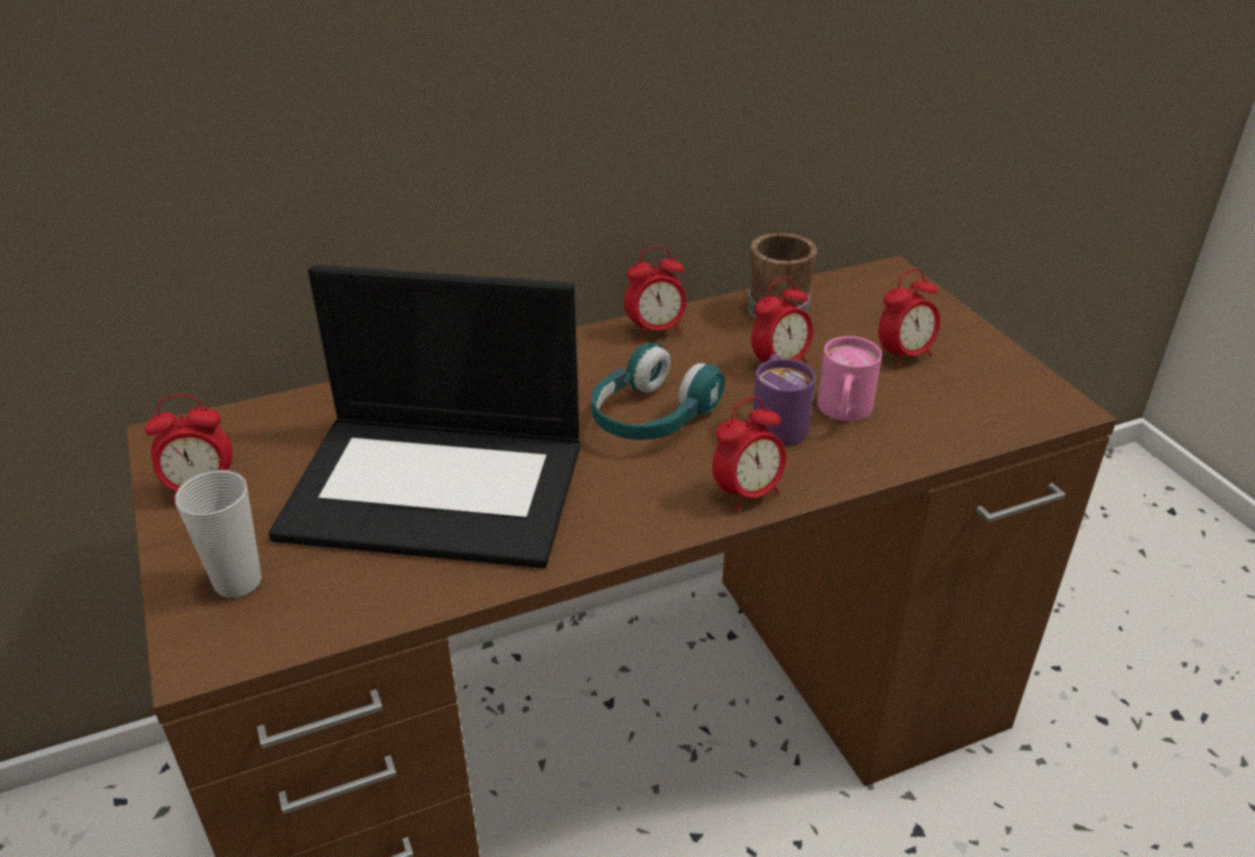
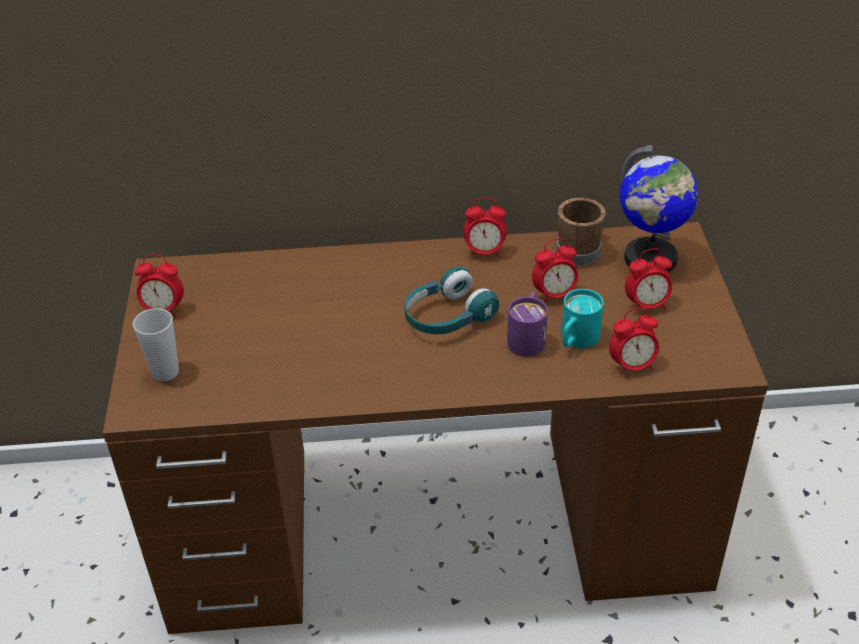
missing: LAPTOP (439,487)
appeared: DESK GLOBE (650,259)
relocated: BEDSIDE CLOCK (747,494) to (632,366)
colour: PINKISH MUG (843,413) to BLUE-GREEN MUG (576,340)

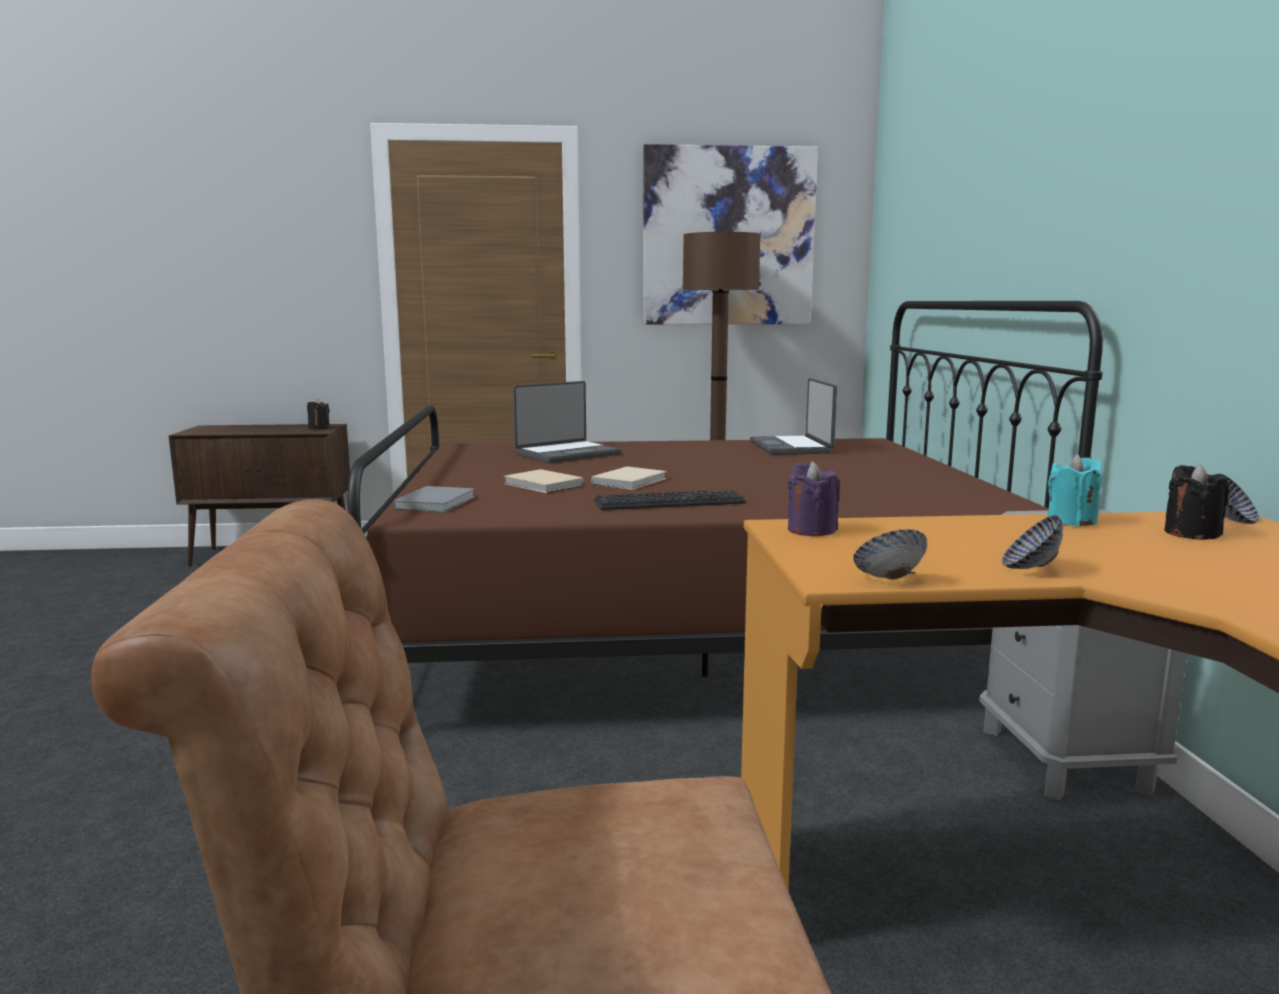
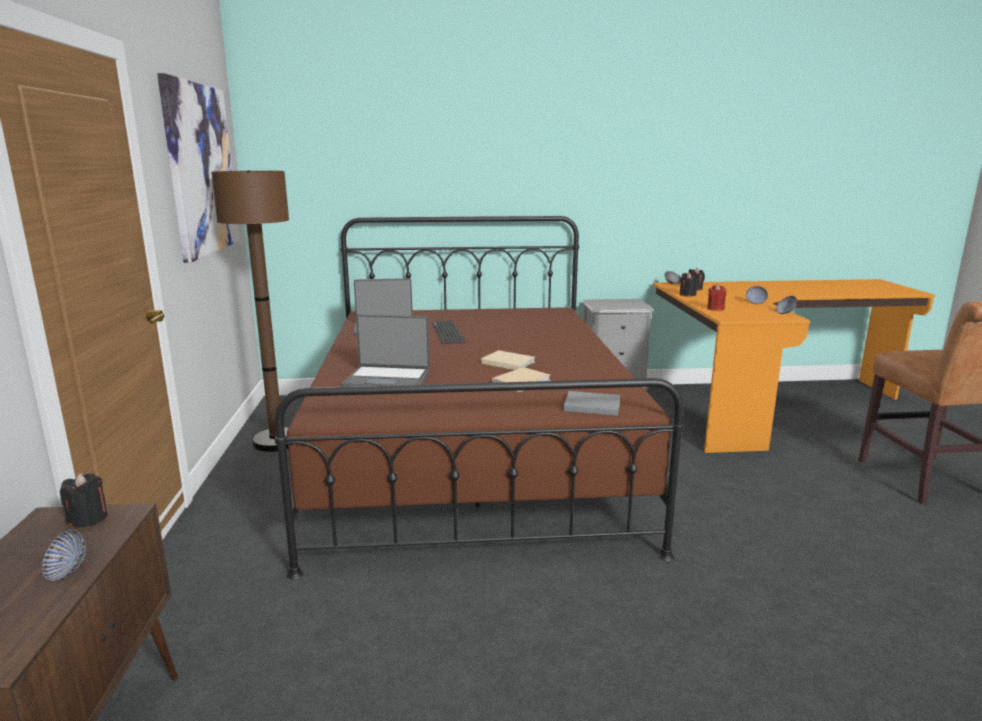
missing: PURPLE-COLOURED CANDLE (811,530)
appeared: SERVING BOWL (67,571); RED-COLOURED CANDLE (715,309)
relocated: PC KEYBOARD (669,502) to (447,333)
colour: BLUE-GREEN CANDLE (1071,521) to BLACK-COLOURED CANDLE (687,295)
spun: LAPTOP (567,454) = (388,380) 135 degrees clockwise

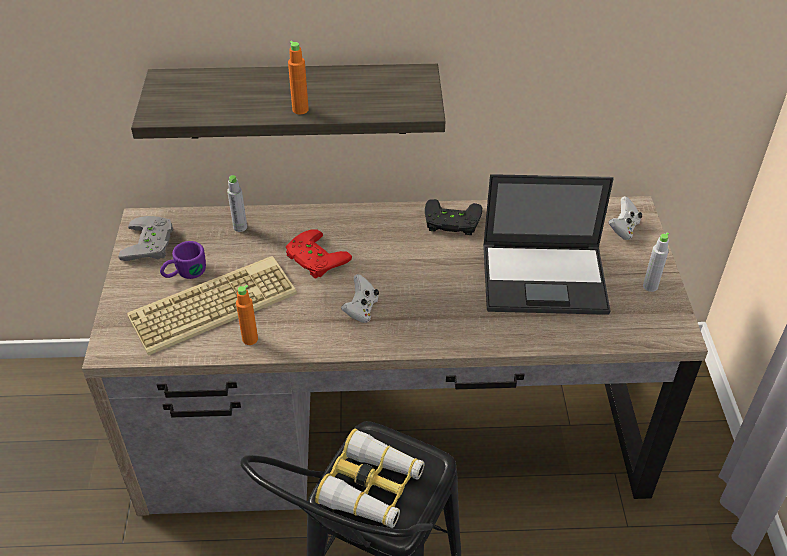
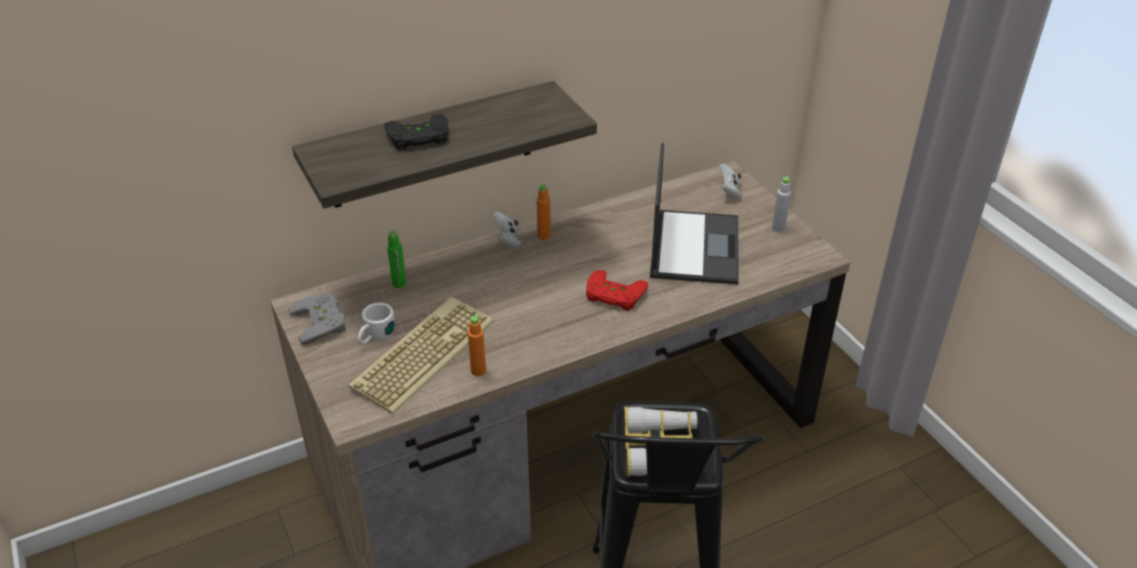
relocated: RED-COLOURED JOYPAD (313,259) to (613,296); ORANGEY BOTTLE (300,110) to (544,236); WHITE-COLOURED JOYPAD (361,310) to (508,240); BLACK-COLOURED JOYPAD (451,223) to (418,138)
colour: PURPLE-COLOURED MUG (184,273) to WHITE-COLOURED MUG (375,337); GREY BOTTLE (240,227) to GREEN-COLOURED BOTTLE (399,283)
spun: LAPTOP (545,278) = (694,246) 60 degrees counterclockwise

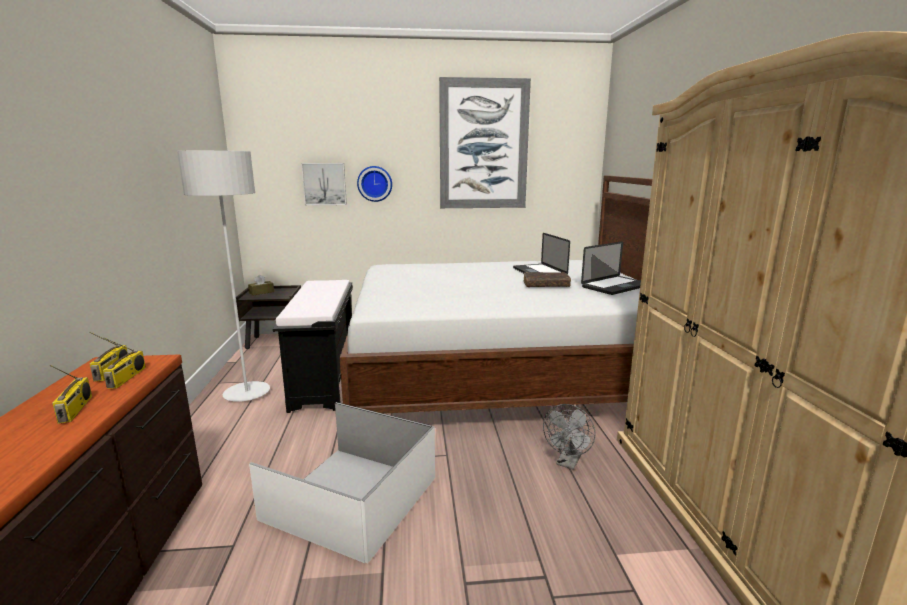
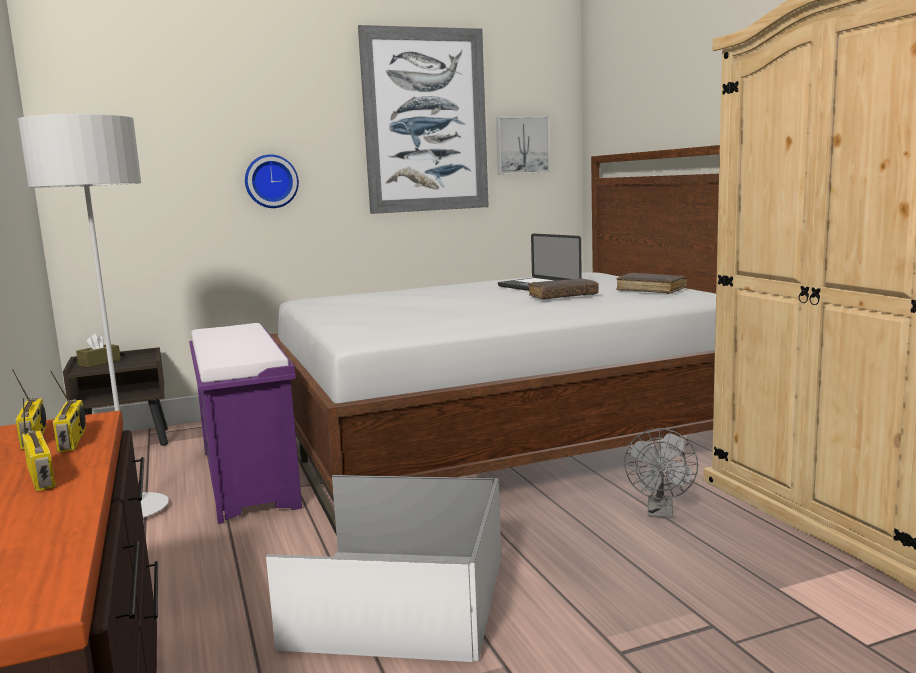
relocated: WALL PICTURE (324,184) to (521,145)
exchanged: LAPTOP (615,286) to BROWN-COLOURED BOOK (651,290)
colour: BLACK-COLOURED INDOOR BENCH (325,380) to PURPLE-COLOURED INDOOR BENCH (250,478)

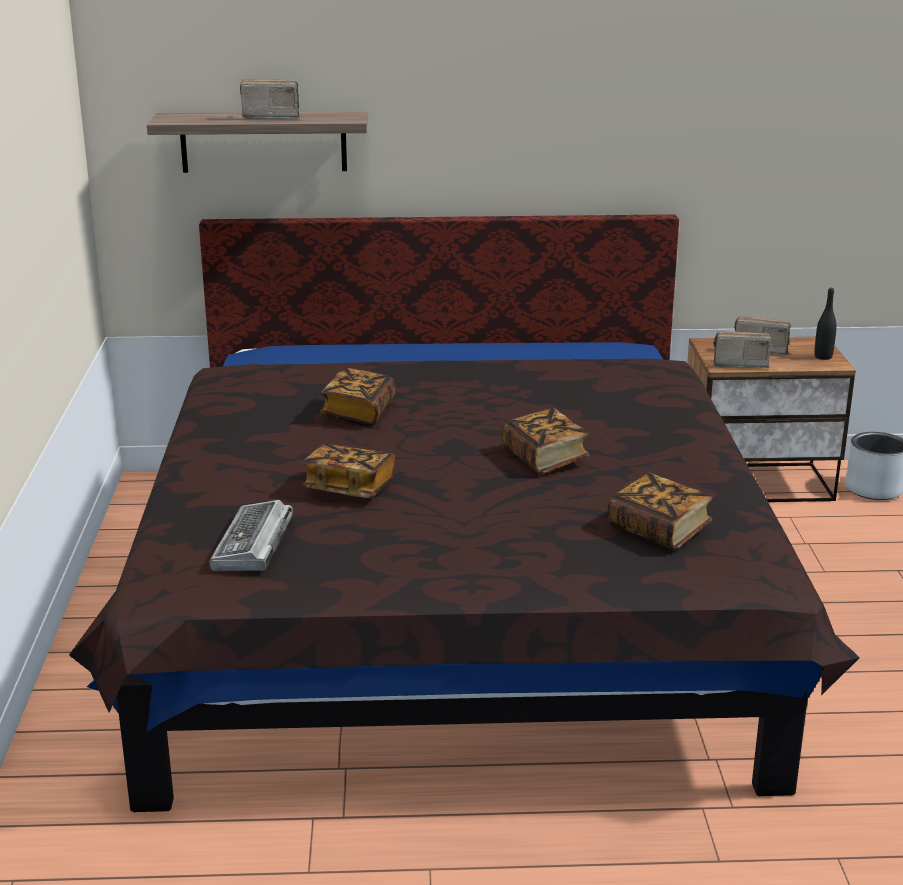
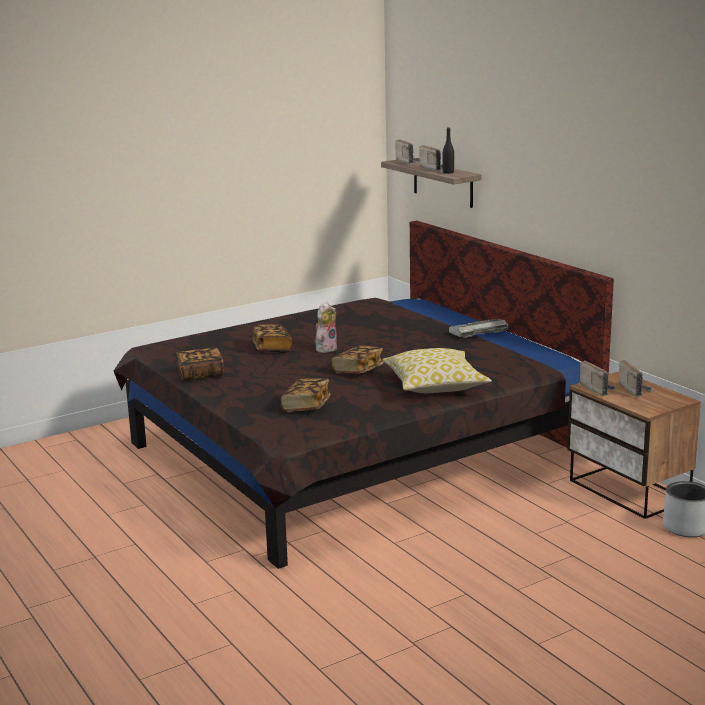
appeared: PLUSH TOY (326,348); PILLOW (435,385); RADIO RECEIVER (408,161)
relocated: PC KEYBOARD (253,546) to (477,332); BOOK (358,413) to (200,374); BLACK-COLOURED BOTTLE (823,357) to (448,172)

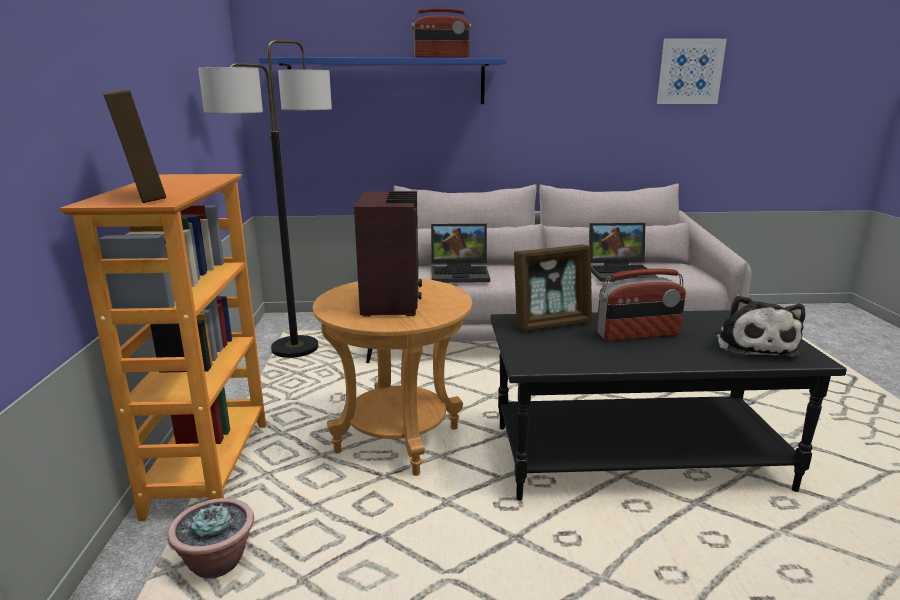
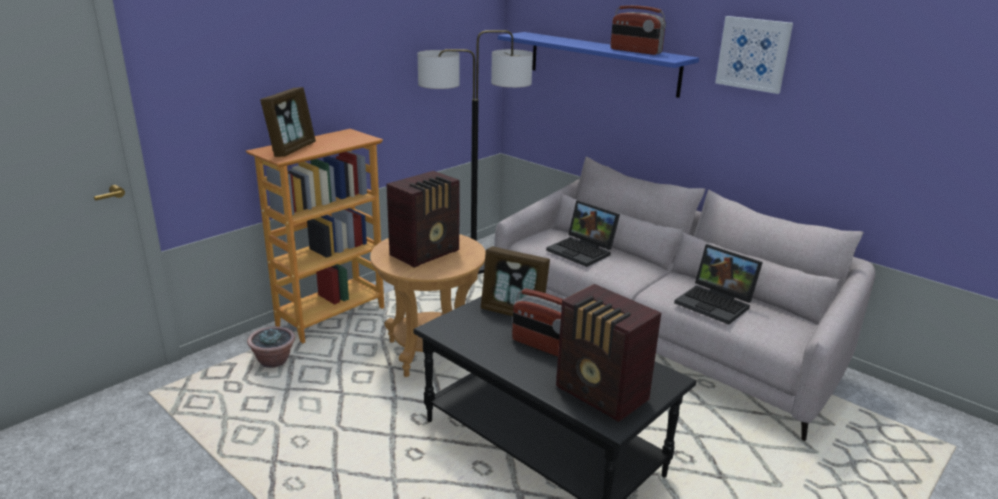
relocated: WALL PICTURE (690,71) to (753,54)
exchanged: PLUSH TOY (754,345) to RADIO RECEIVER (602,395)

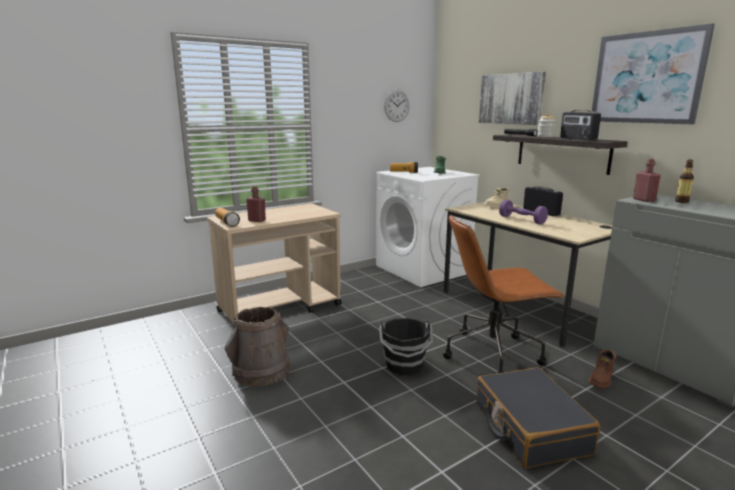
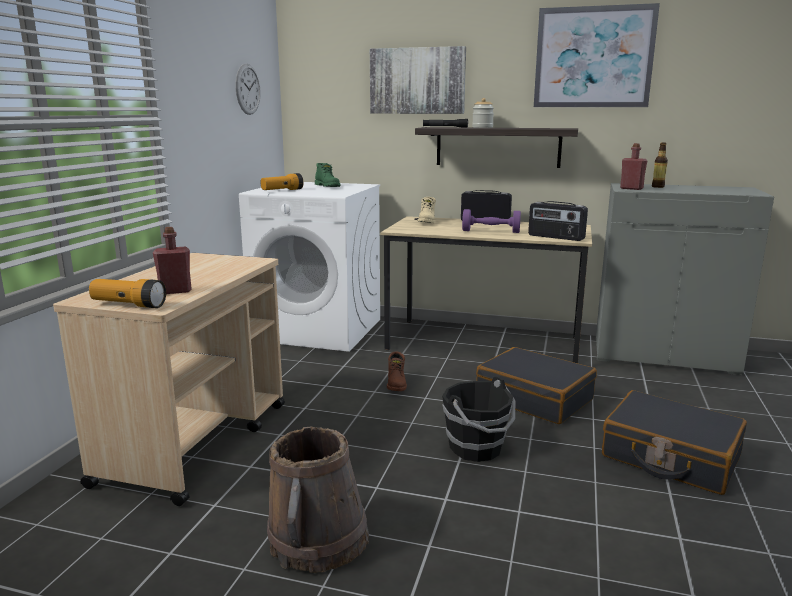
relocated: RADIO RECEIVER (577,139) to (555,237); BROWN-COLOURED TALL BOOT (601,379) to (397,384)
exchanged: BROWN-COLOURED OFFICE CHAIR (493,353) to BLACK-COLOURED PIECE OF LUGGAGE (534,398)

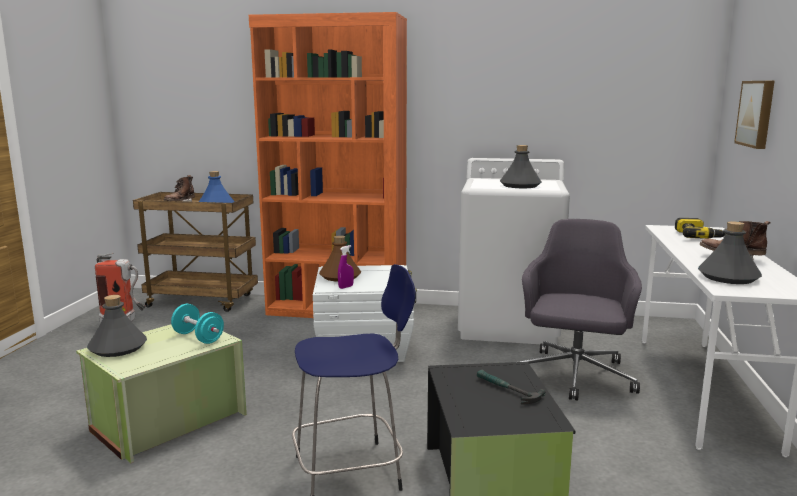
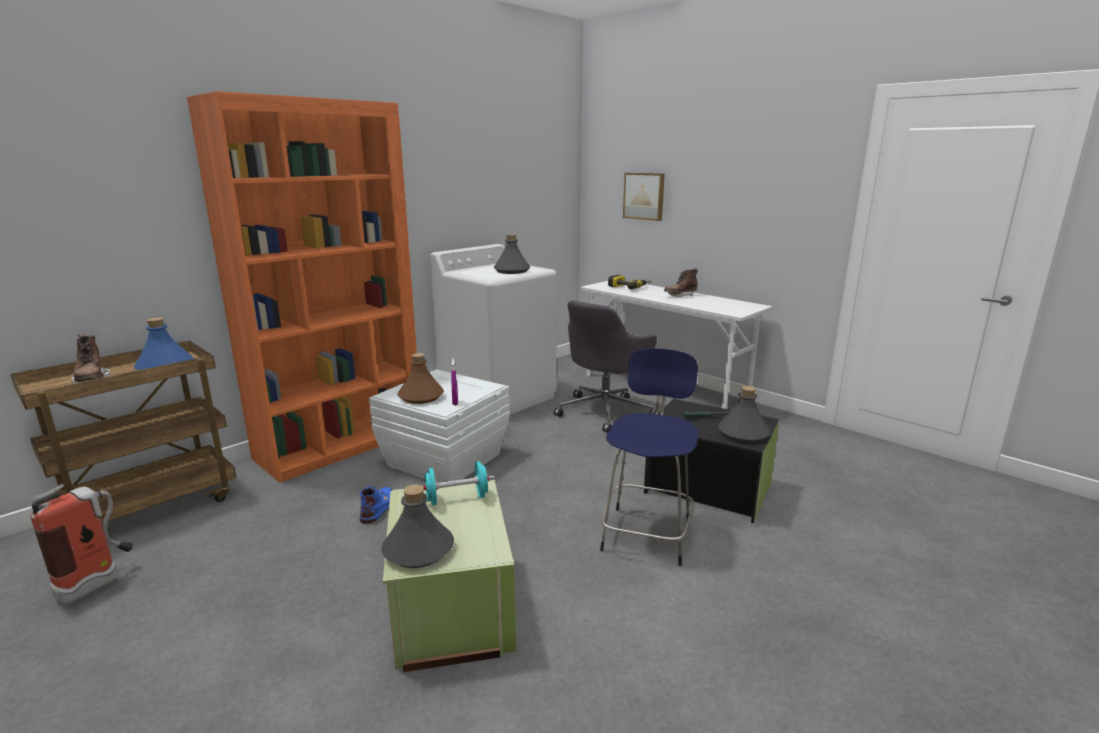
appeared: BLUE TALL BOOT (378,507)
relocated: GREY BOTTLE (728,277) to (743,434)
spun: GREY OFFICE CHAIR (574,377) = (605,411) 105 degrees counterclockwise

